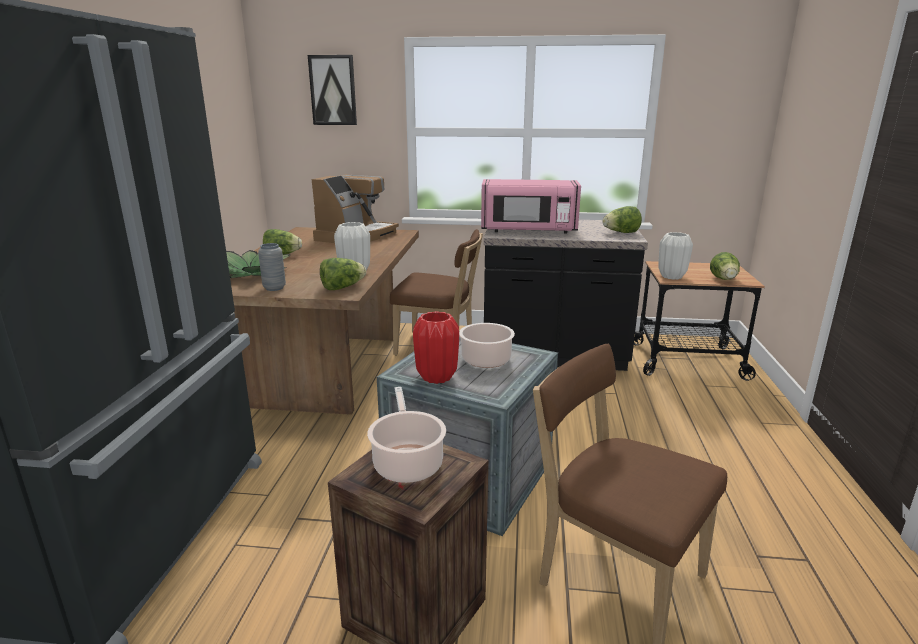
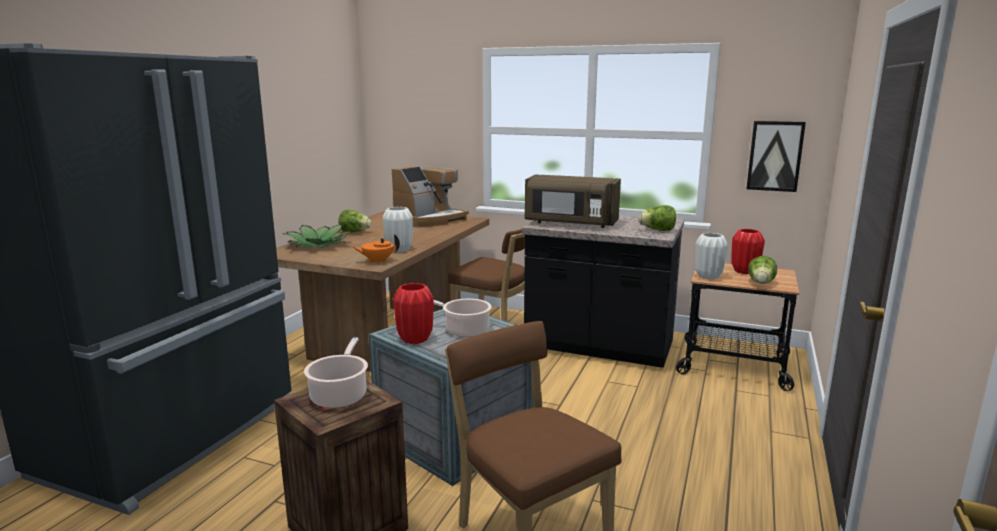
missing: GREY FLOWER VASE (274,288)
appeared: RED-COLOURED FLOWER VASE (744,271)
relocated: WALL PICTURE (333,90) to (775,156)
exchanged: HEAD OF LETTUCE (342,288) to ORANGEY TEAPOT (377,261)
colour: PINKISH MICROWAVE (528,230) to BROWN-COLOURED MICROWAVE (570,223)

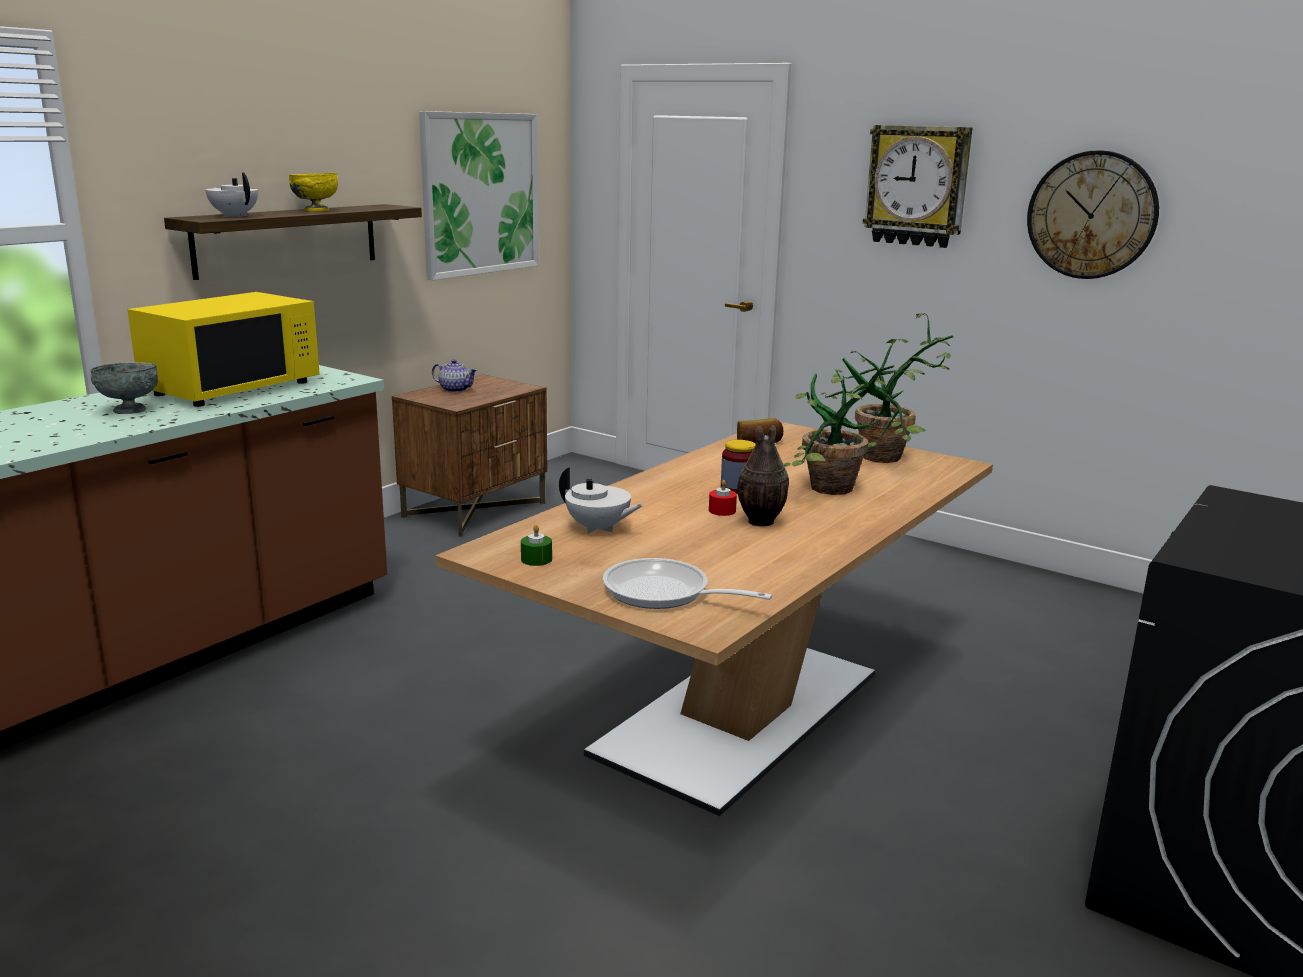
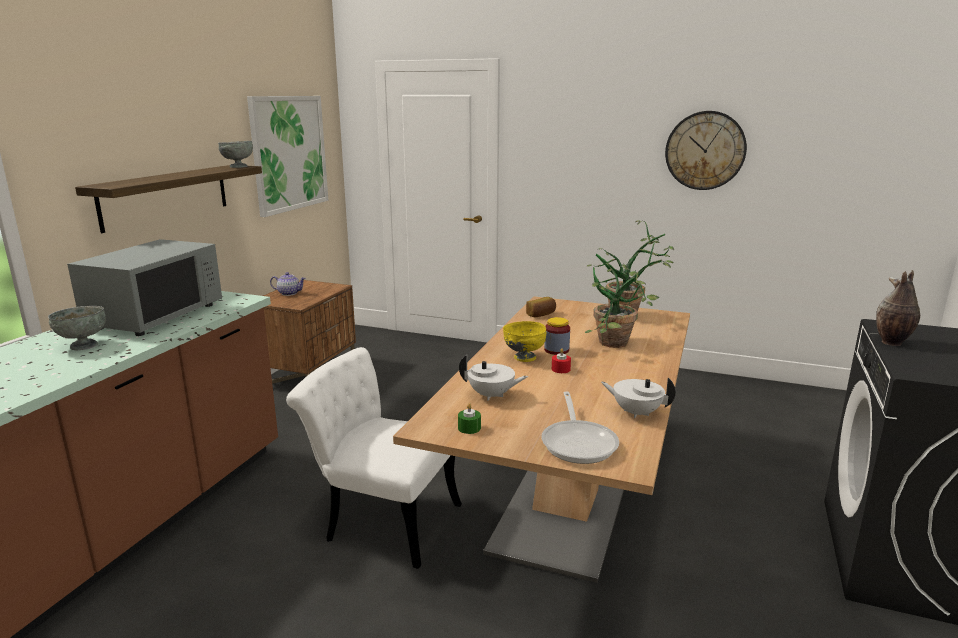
missing: HANGING CLOCK (917,186)
appeared: GREY SERVING BOWL (237,167); WHITE-COLOURED CHAIR (381,520)
relocated: WHITE-COLOURED TEAPOT (234,216) to (636,412); YELLOW SERVING BOWL (315,210) to (524,358); FLOWER VASE (759,522) to (891,343)
colour: YELLOW MICROWAVE (232,388) to GREY MICROWAVE (156,316)
spun: PAN (664,593) = (578,442) 105 degrees counterclockwise

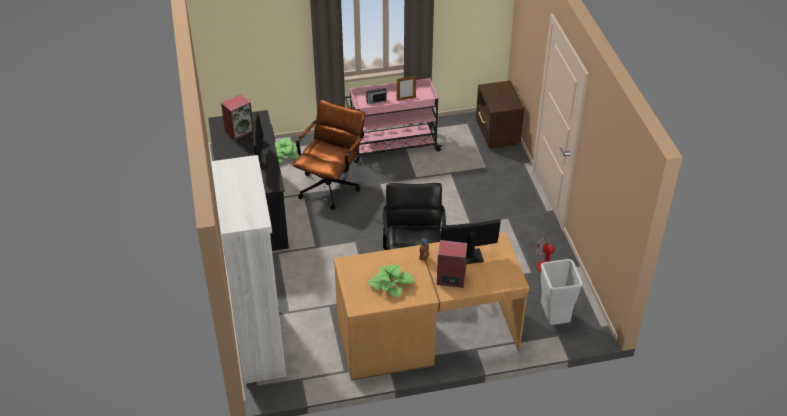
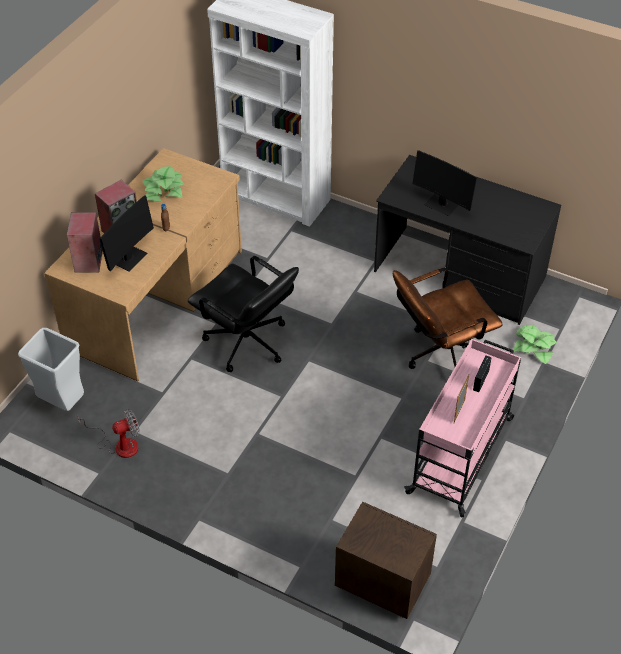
relocated: SPEAKER (239,131) to (89,261)
spun: BROWN-COLOURED OFFICE CHAIR (331,185) = (440,356) 90 degrees clockwise

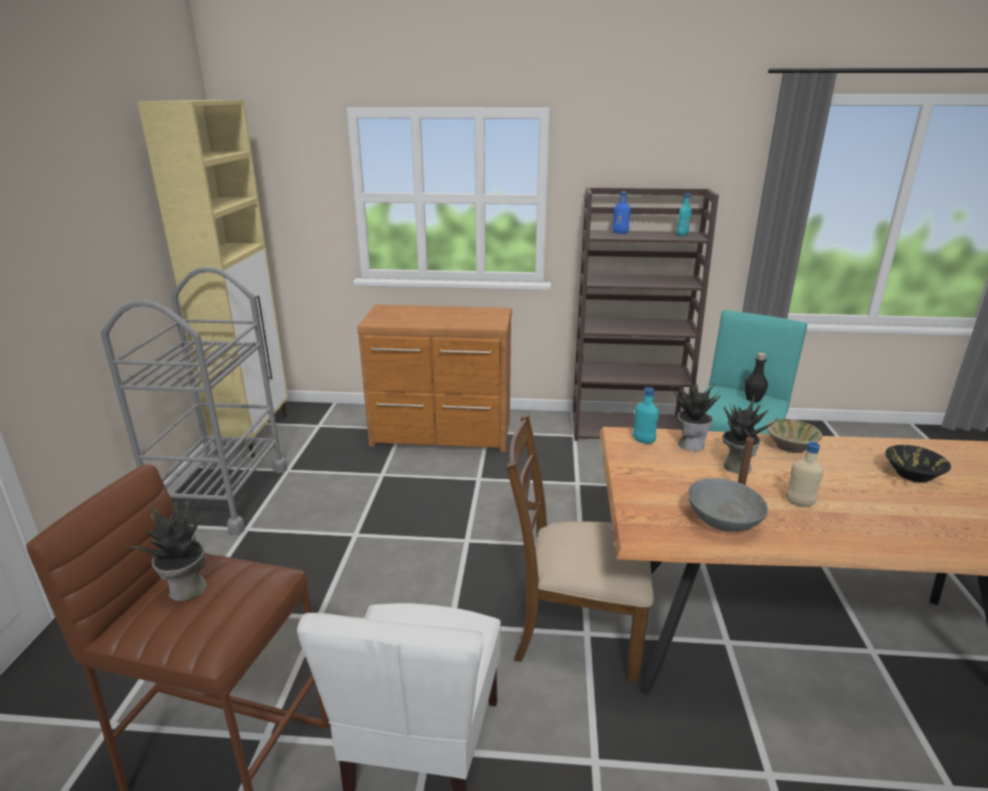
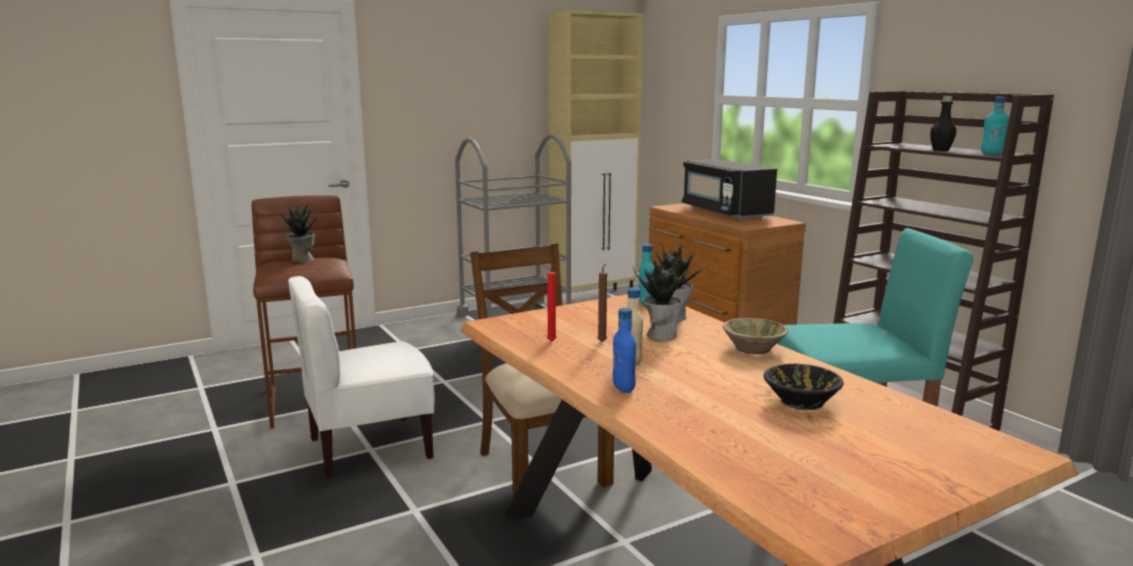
appeared: BLACK-COLOURED MICROWAVE (724,212)
relocated: BLUE BOTTLE (620,233) to (623,388); BLACK-COLOURED BOTTLE (753,399) to (941,150)
exchanged: GREY SERVING BOWL (722,521) to RED-COLOURED CANDLE (550,341)

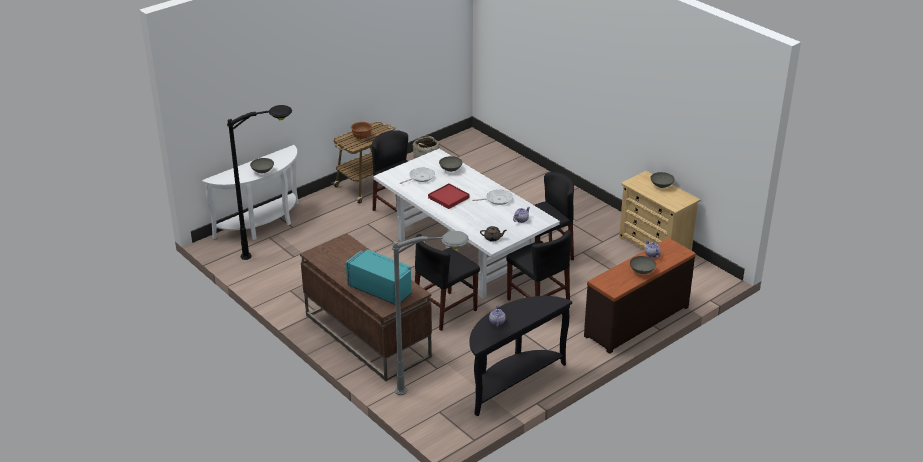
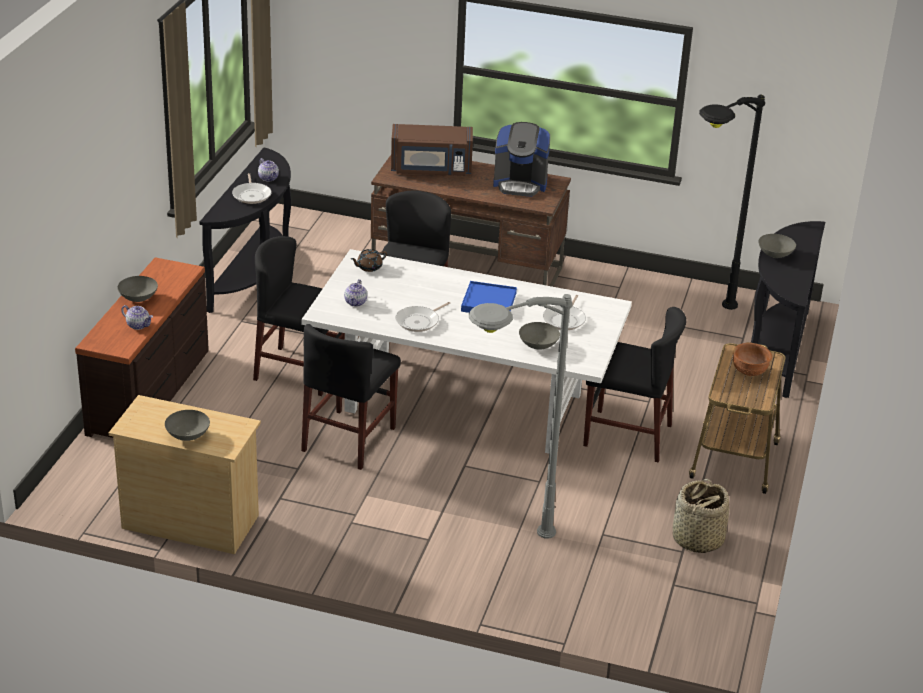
appeared: PAN (252,195); COFFEE MACHINE (520,184)
relocated: GREY FLOOR LAMP (440,391) to (496,553)
colour: WHITE-COLOURED HALL TABLE (263,225) to BLACK-COLOURED HALL TABLE (776,350); BLUE-GREEN MICROWAVE (380,289) to BROWN-COLOURED MICROWAVE (431,169); RED-COLOURED TRAY (448,198) to BLUE TRAY (488,302)

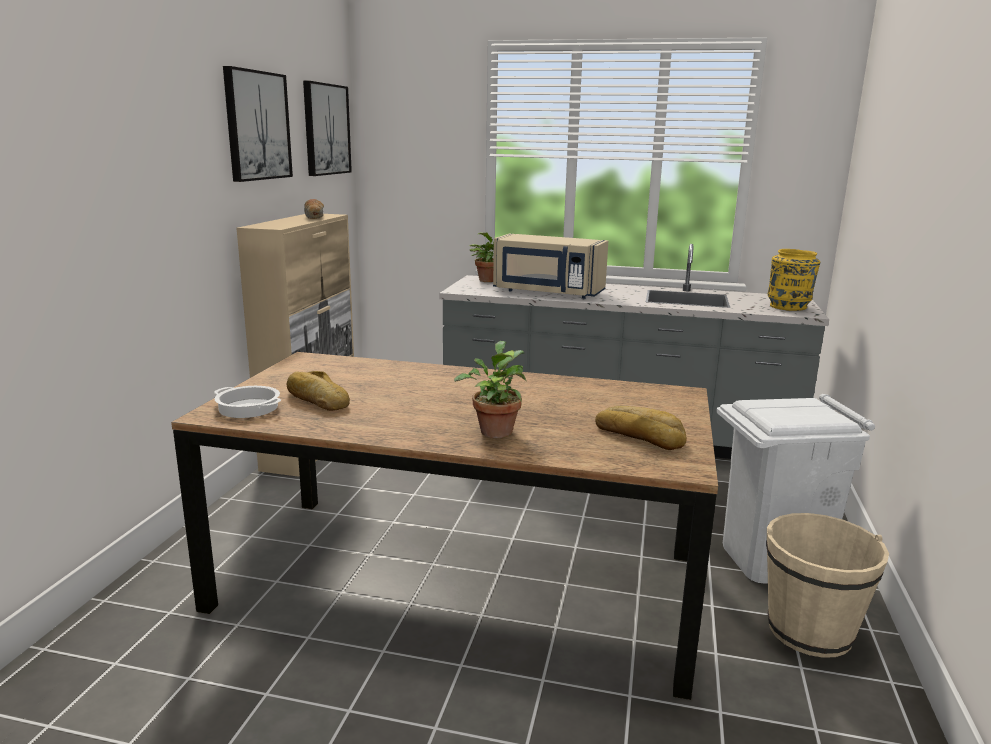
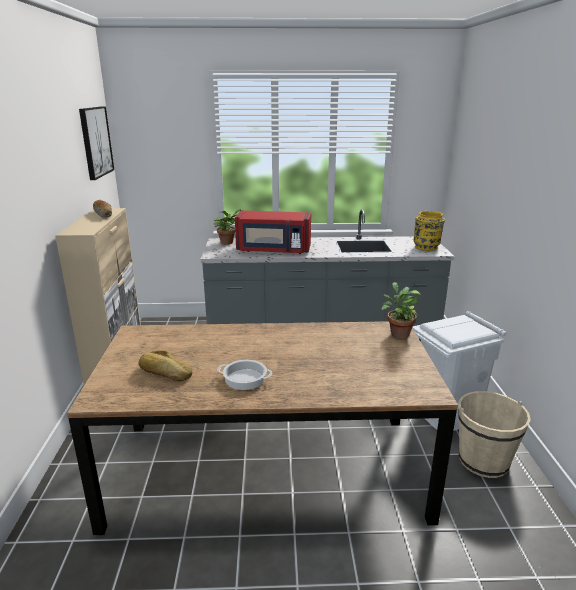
missing: WALL PICTURE (257,126); BAKERY BREAD (640,436)
relocated: COOKING POT (249,408) to (245,378); POTTED PLANT (495,430) to (398,333)
colour: SAND-COLOURED MICROWAVE (547,292) to RED-COLOURED MICROWAVE (273,250)

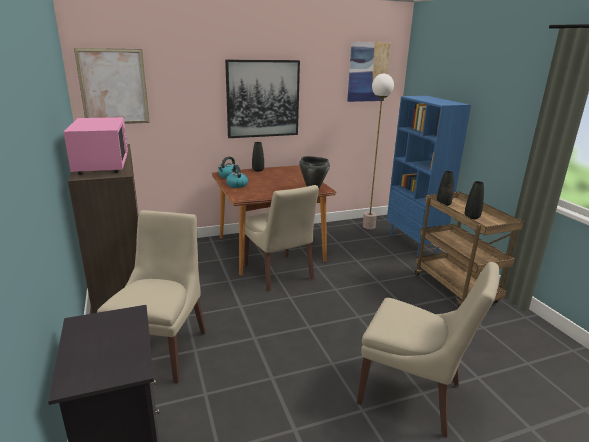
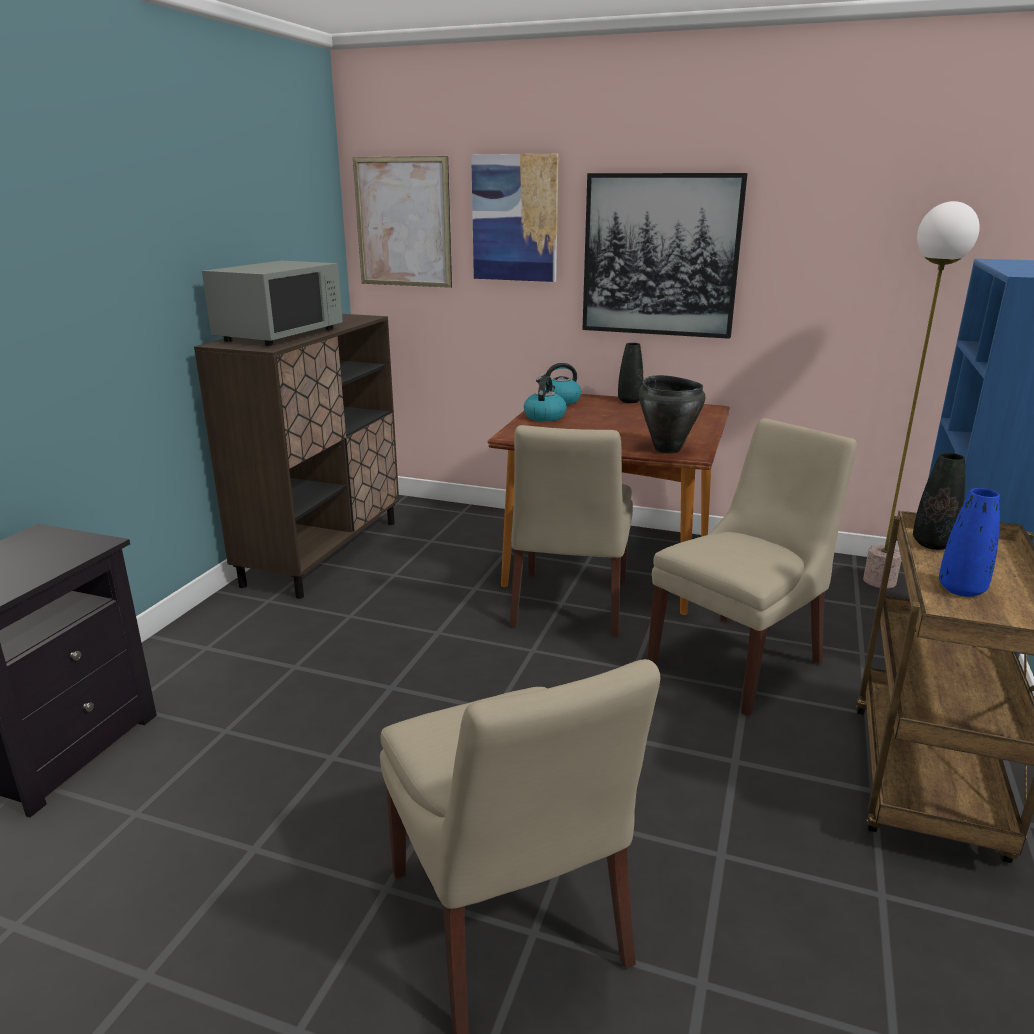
relocated: SAND-COLOURED CHAIR (162,349) to (739,660); WALL PICTURE (368,72) to (515,218)
colour: PINKISH MICROWAVE (101,164) to GREY MICROWAVE (280,334); BLACK-COLOURED FLOWER VASE (472,217) to BLUE FLOWER VASE (961,589)

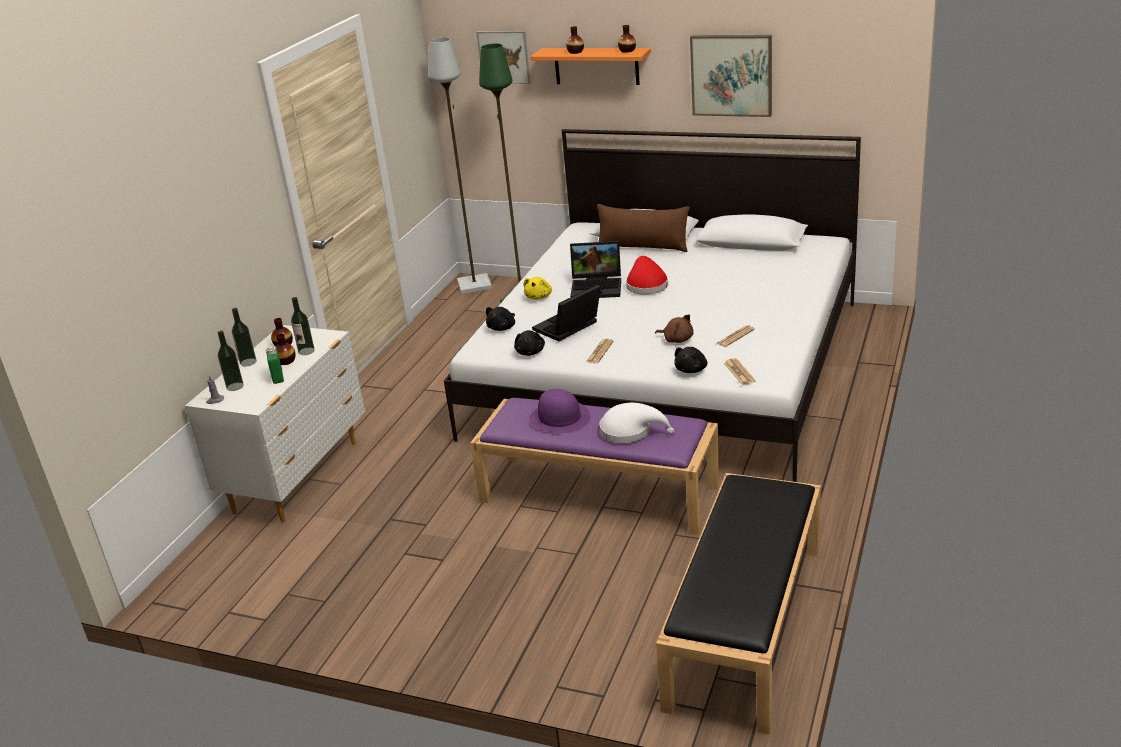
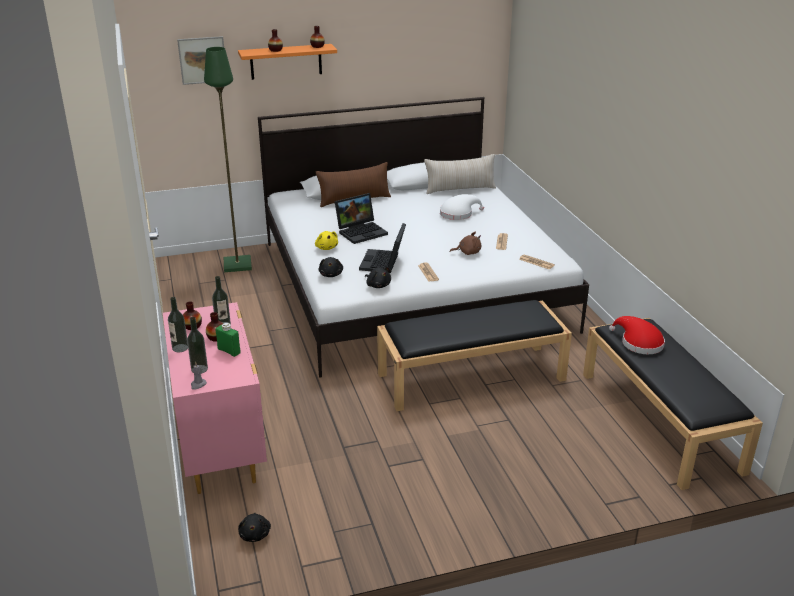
missing: GREY FLOOR LAMP (475,284); PURPLE-COLOURED CLOTHING HAT (559,418); WALL PICTURE (731,75)
appeared: SAND-COLOURED PILLOW (460,189)
relocated: WHITE-COLOURED CLOTHING HAT (630,431) to (458,214); RED-COLOURED CLOTHING HAT (646,285) to (638,343); BLACK-COLOURED PLUSH TOY (692,369) to (255,534)
colour: WHITE-COLOURED DRAWER CHEST (299,476) to PINKISH DRAWER CHEST (220,444); PURPLE-COLOURED INDOOR BENCH (600,492) to BLACK-COLOURED INDOOR BENCH (472,376)

